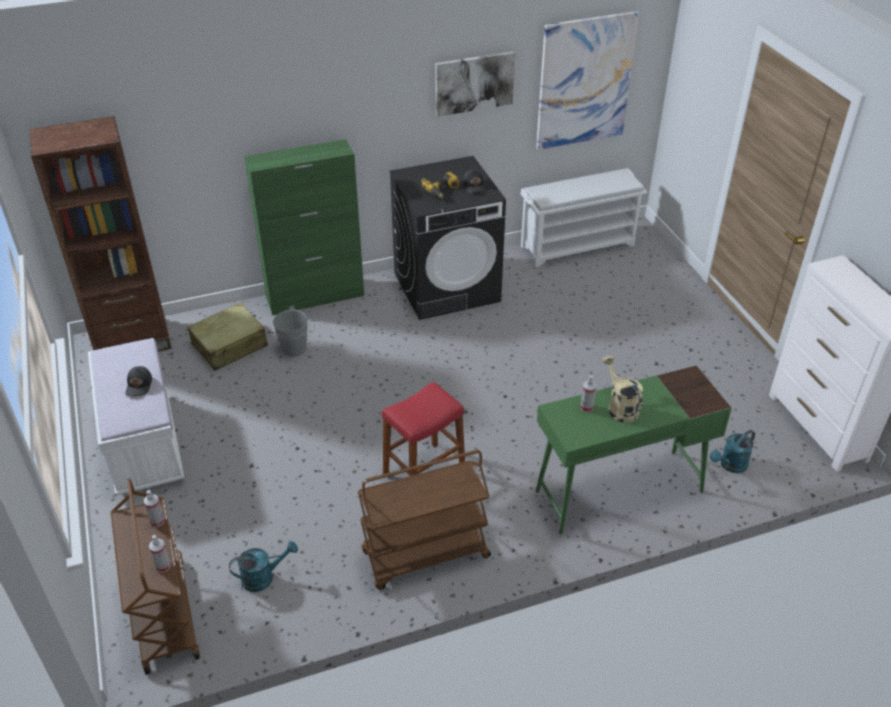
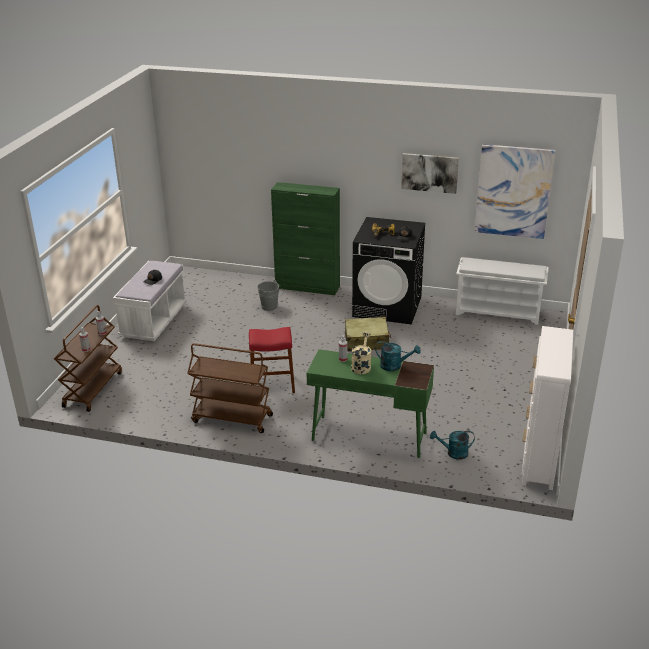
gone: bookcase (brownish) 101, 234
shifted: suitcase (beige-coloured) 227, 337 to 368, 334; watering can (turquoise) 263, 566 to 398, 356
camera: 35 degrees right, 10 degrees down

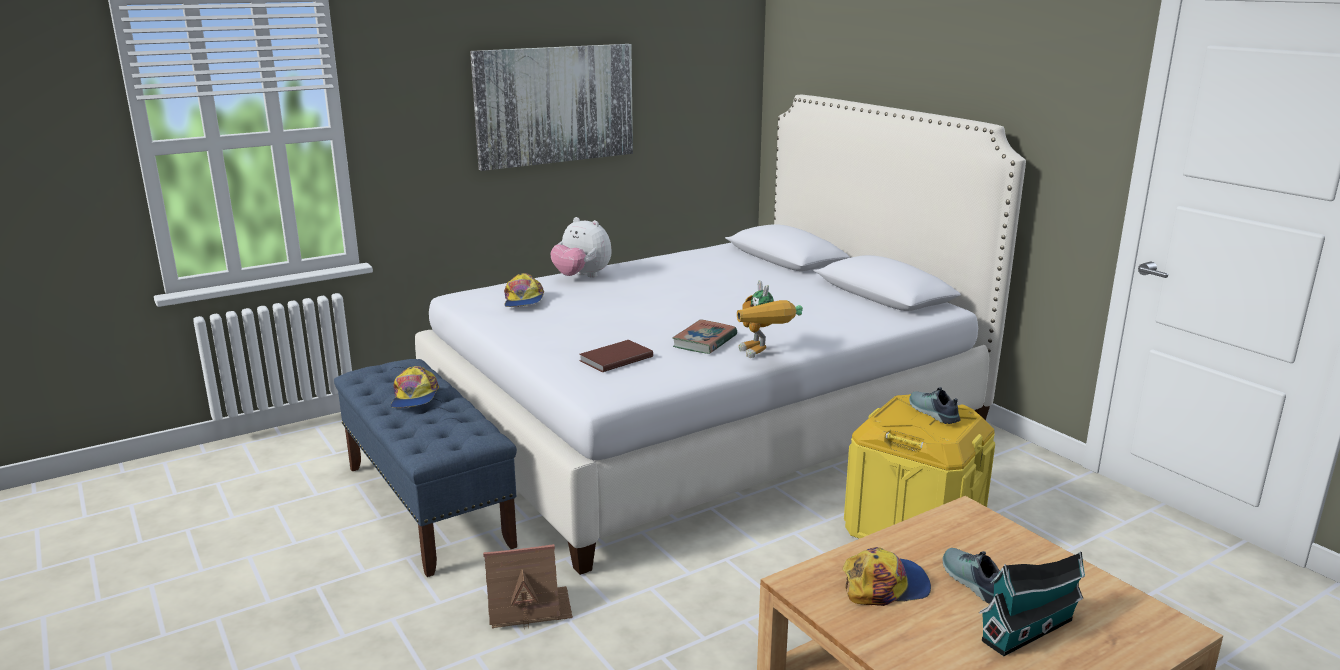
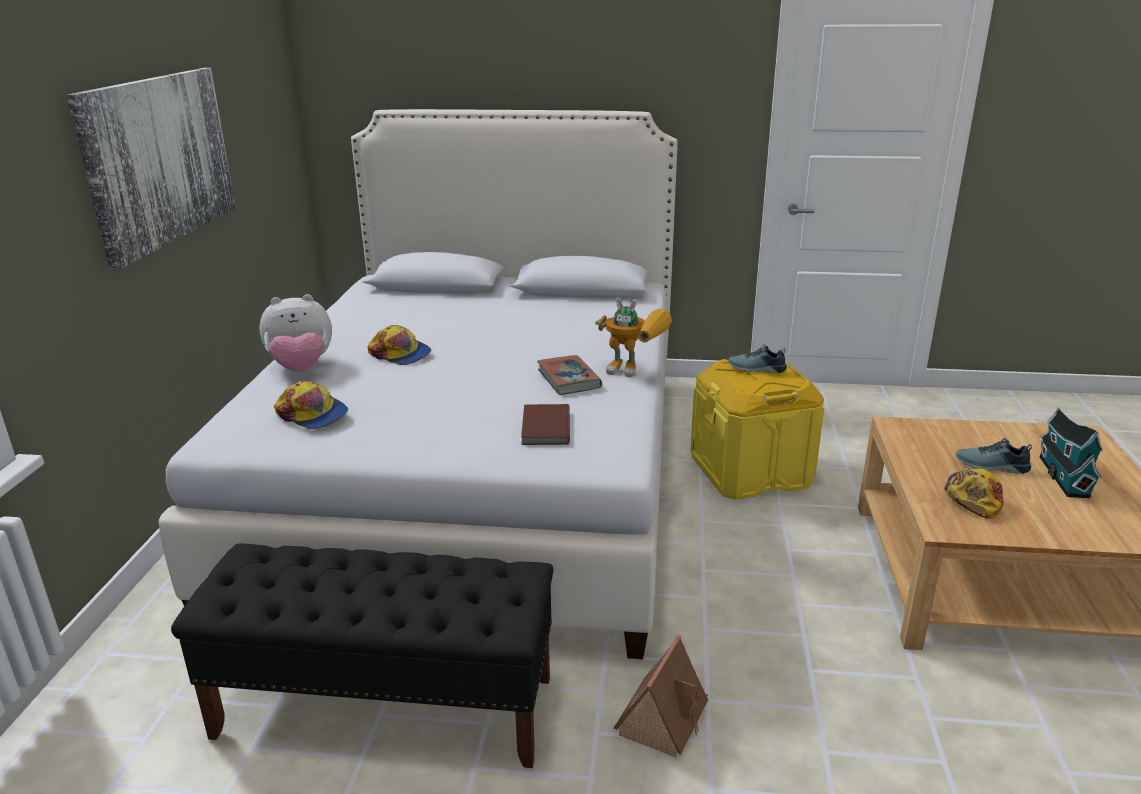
shifted: baseball cap 415, 387 to 399, 345
repainted: bench (blue) 425, 468 to bench (black) 362, 656
camera: 50 degrees left, 5 degrees up

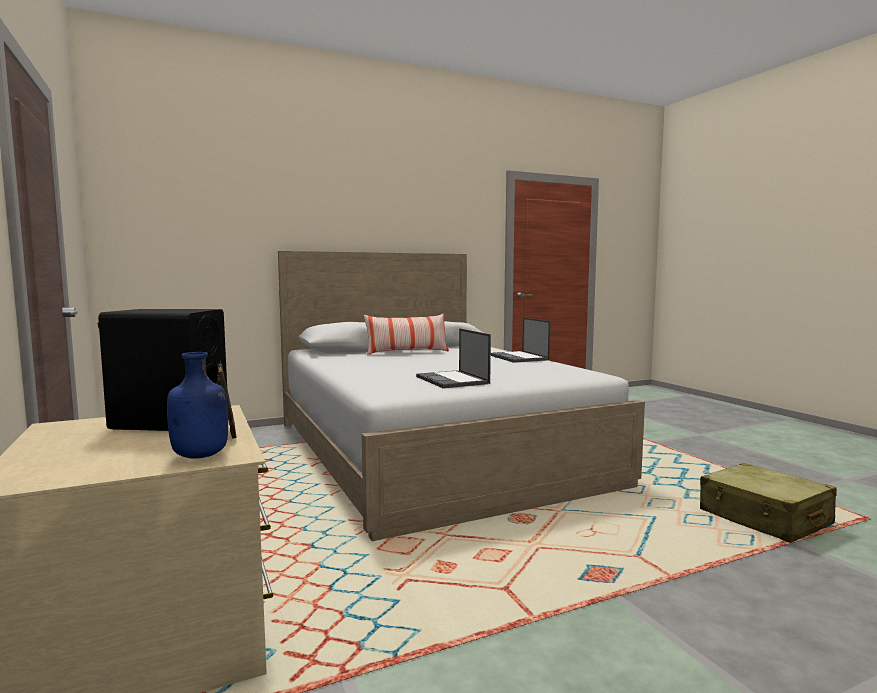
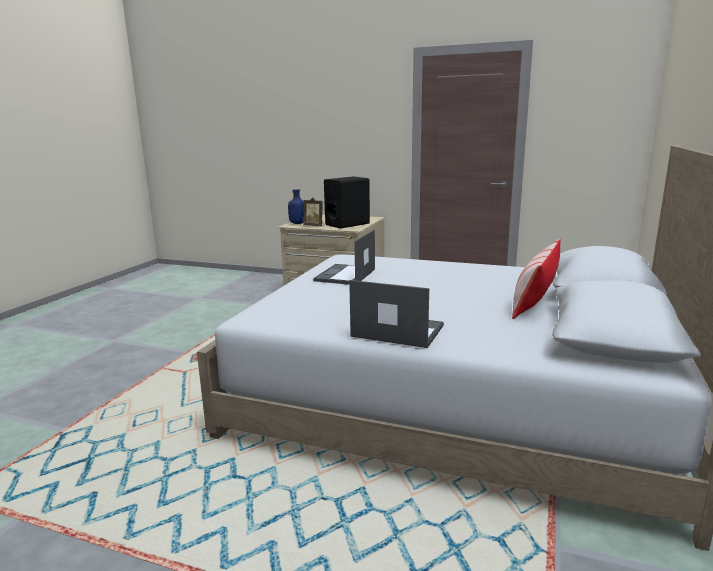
gone: suitcase (beige-coloured) 768, 503
rotated: laptop 453, 358 = 344, 257 90 degrees counterclockwise
camera: 135 degrees right, 10 degrees up

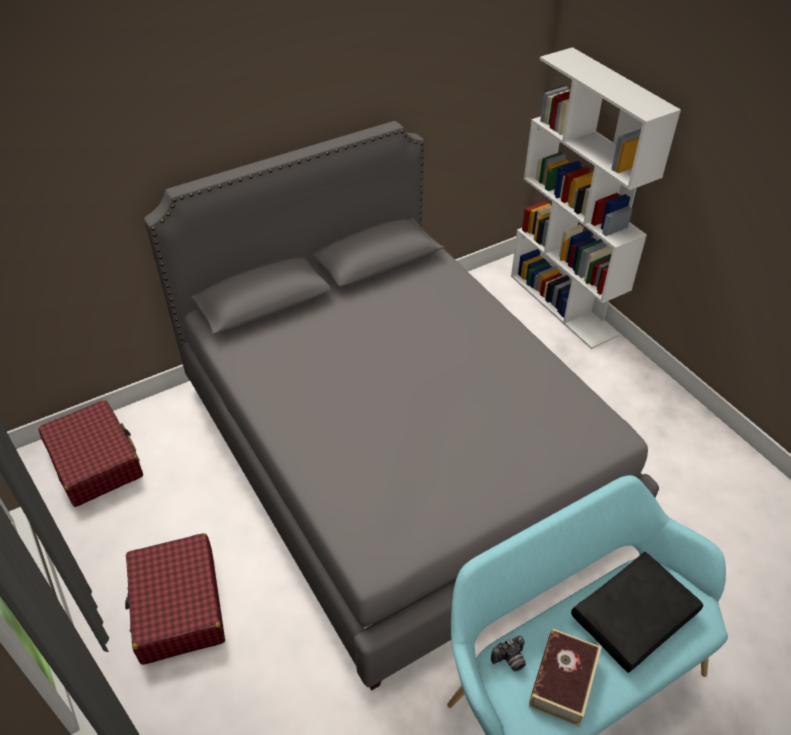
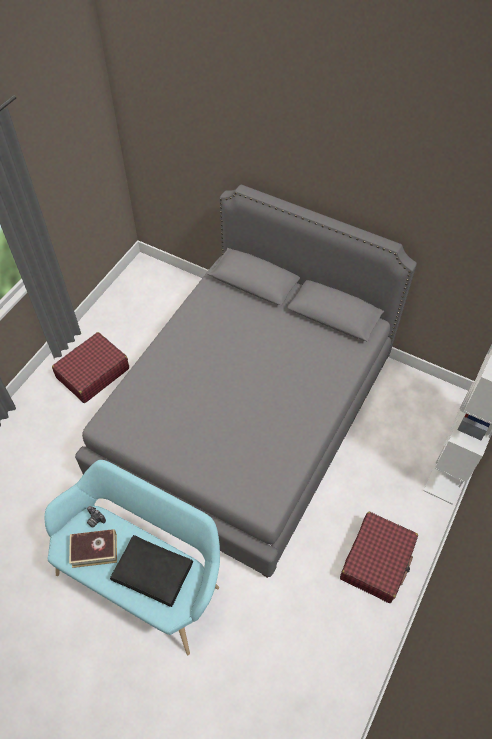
shifted: suitcase (red) 90, 453 to 379, 557
camera: 60 degrees right, 10 degrees up

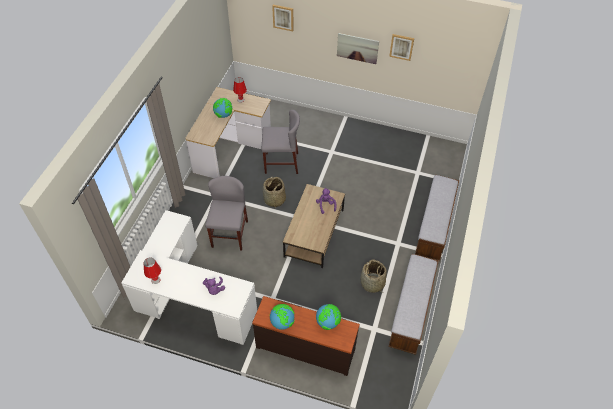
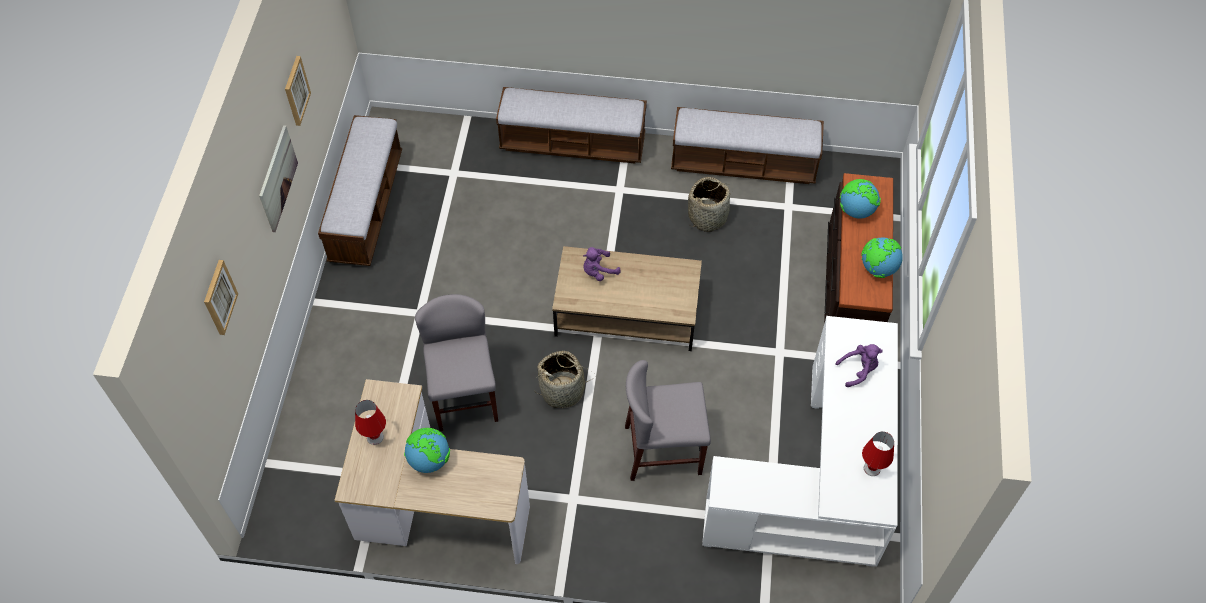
new: bench 360, 190
camera: 100 degrees left, 5 degrees up

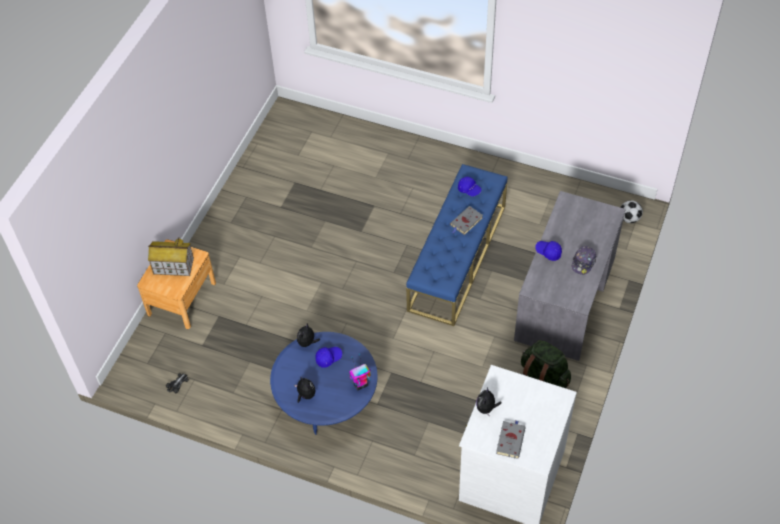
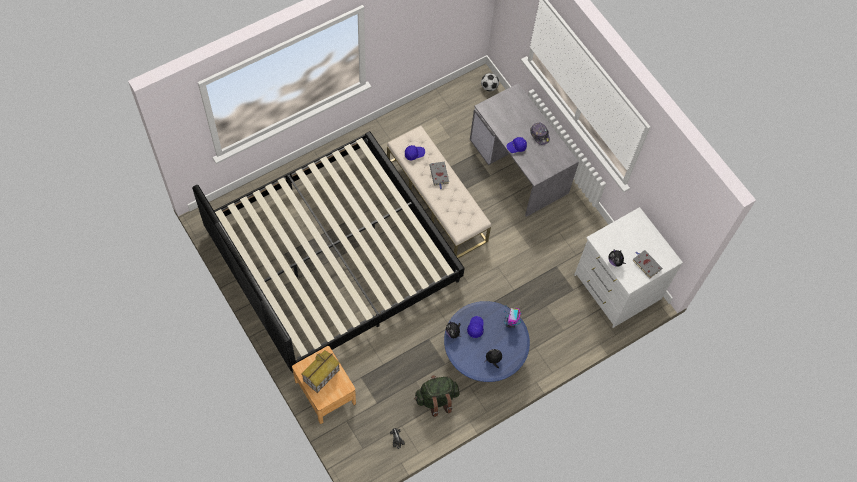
new: sleeping bed 328, 252
shifted: rucksack (green-coloured) 546, 364 to 437, 396
repainted: bench (blue) 457, 245 to bench (beige-coloured) 439, 192
camera: 60 degrees left, 10 degrees up

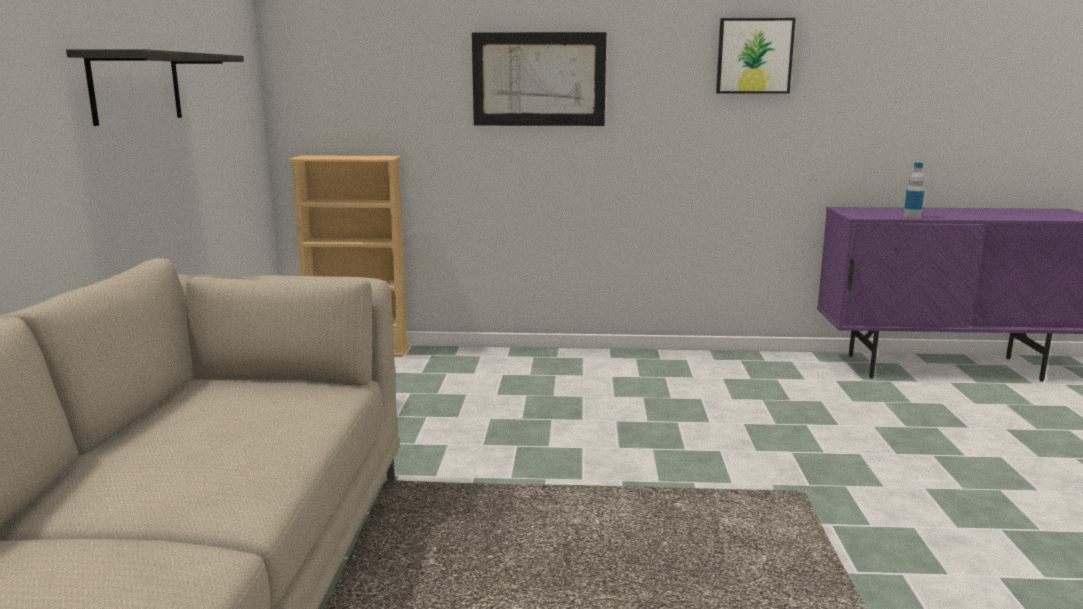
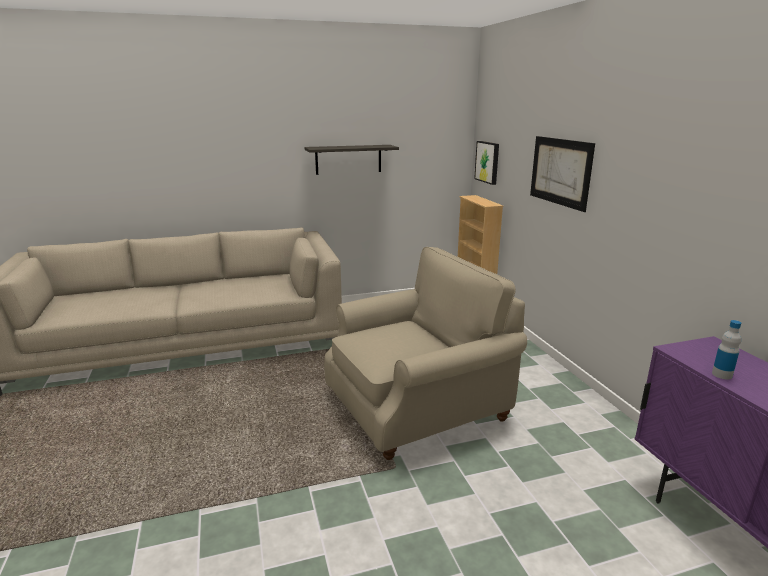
new: lounge chair (beige-coloured) 425, 353
shifted: picture 756, 55 to 486, 163
camera: 70 degrees right, 5 degrees up

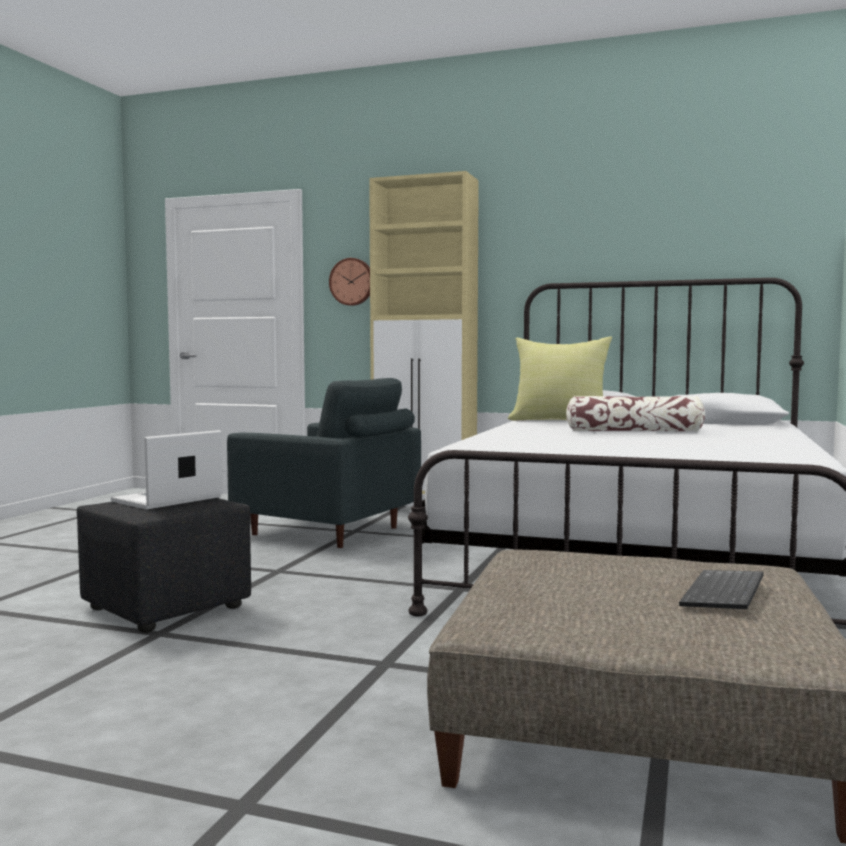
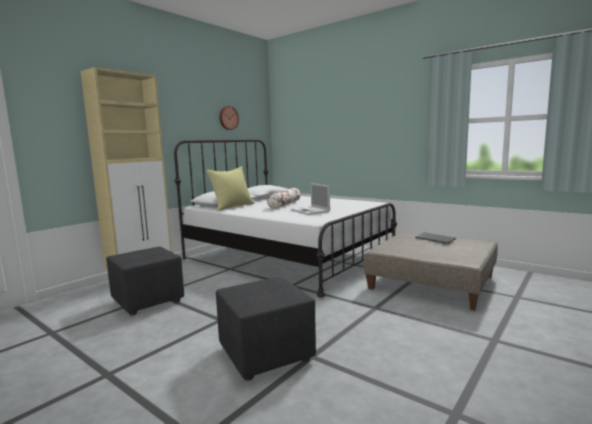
shifted: laptop 167, 469 to 310, 199; wall clock 349, 282 to 229, 118
swapped: lounge chair (gray) 324, 463 to ottoman (black) 145, 281
camera: 70 degrees left, 5 degrees up

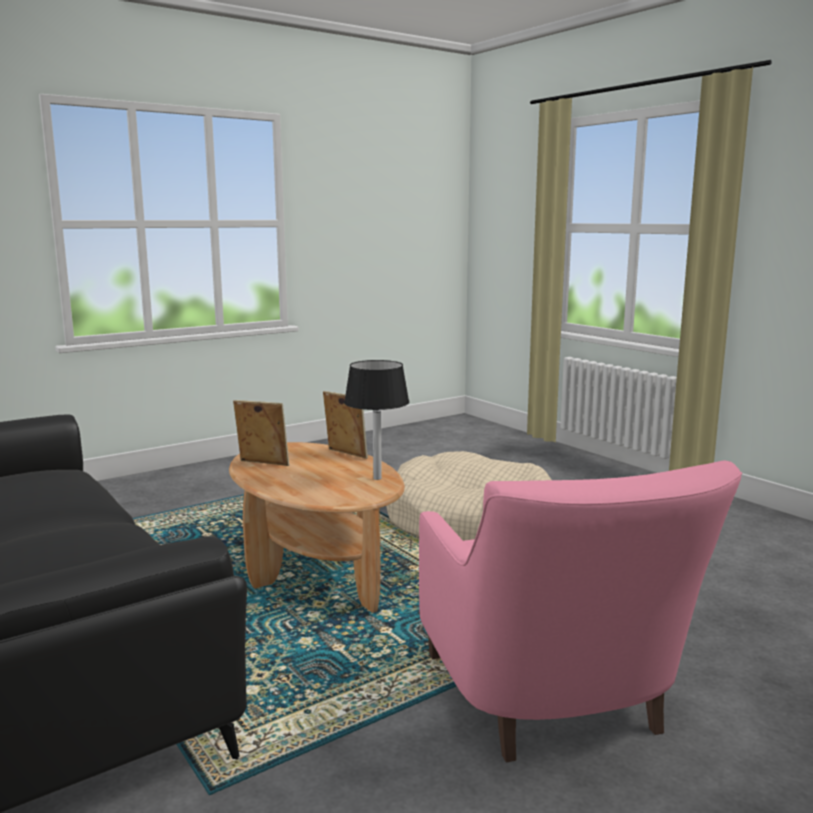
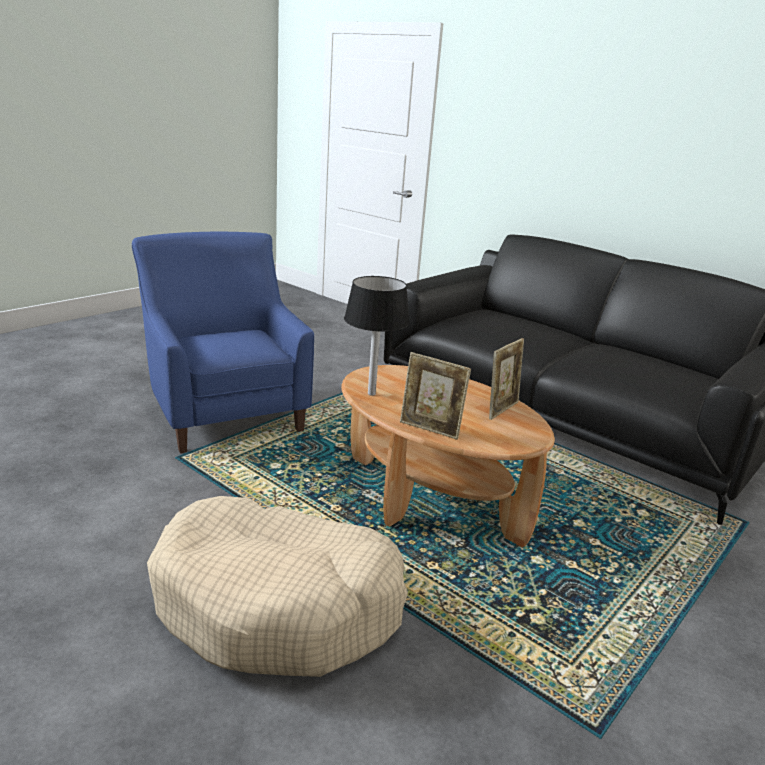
repainted: lounge chair (pinkish) 580, 611 to lounge chair (blue) 223, 342
rotated: standing frame 261, 433 = 506, 379 60 degrees counterclockwise
camera: 165 degrees right, 10 degrees up

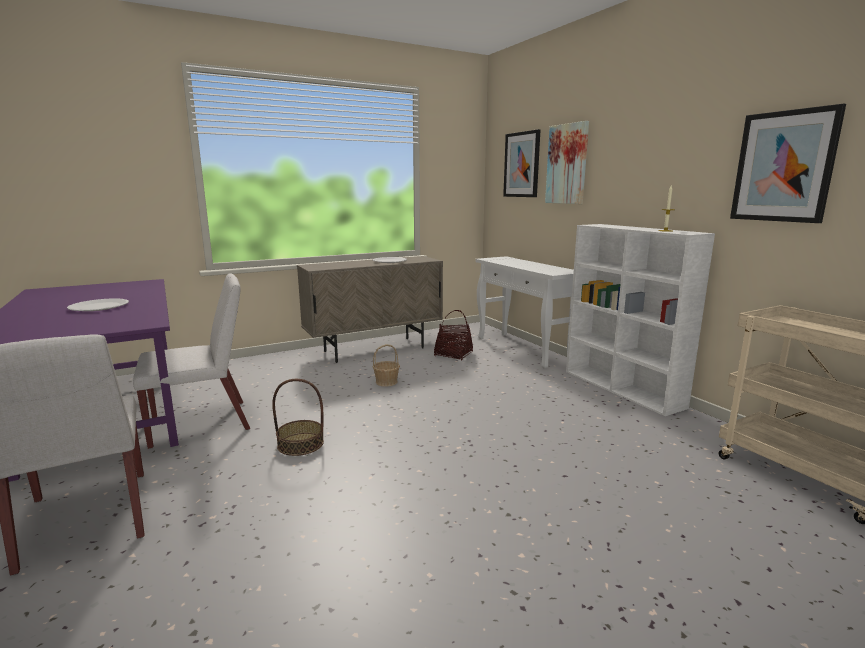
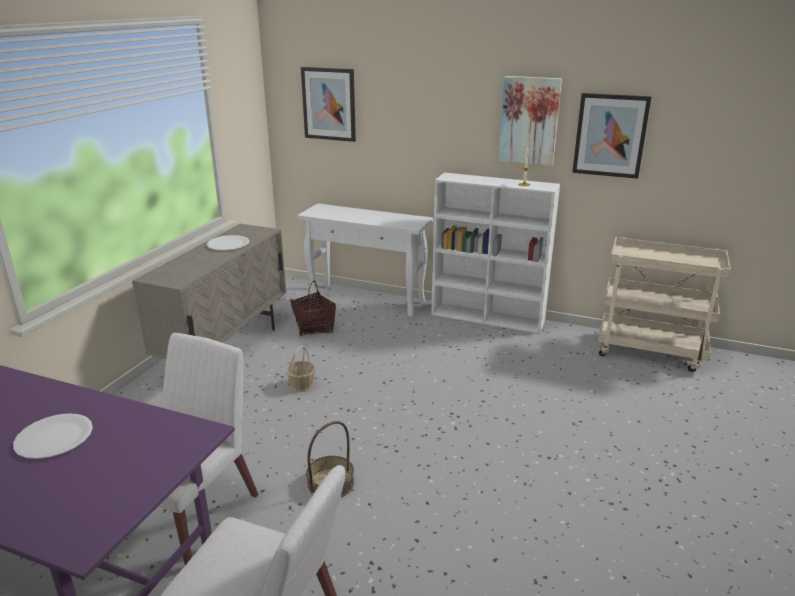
shifted: picture 567, 162 to 530, 121
camera: 40 degrees left, 10 degrees up

